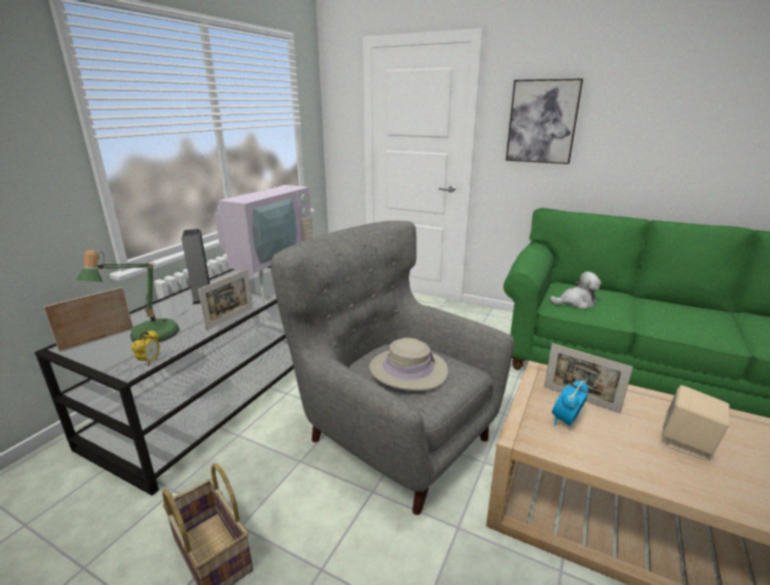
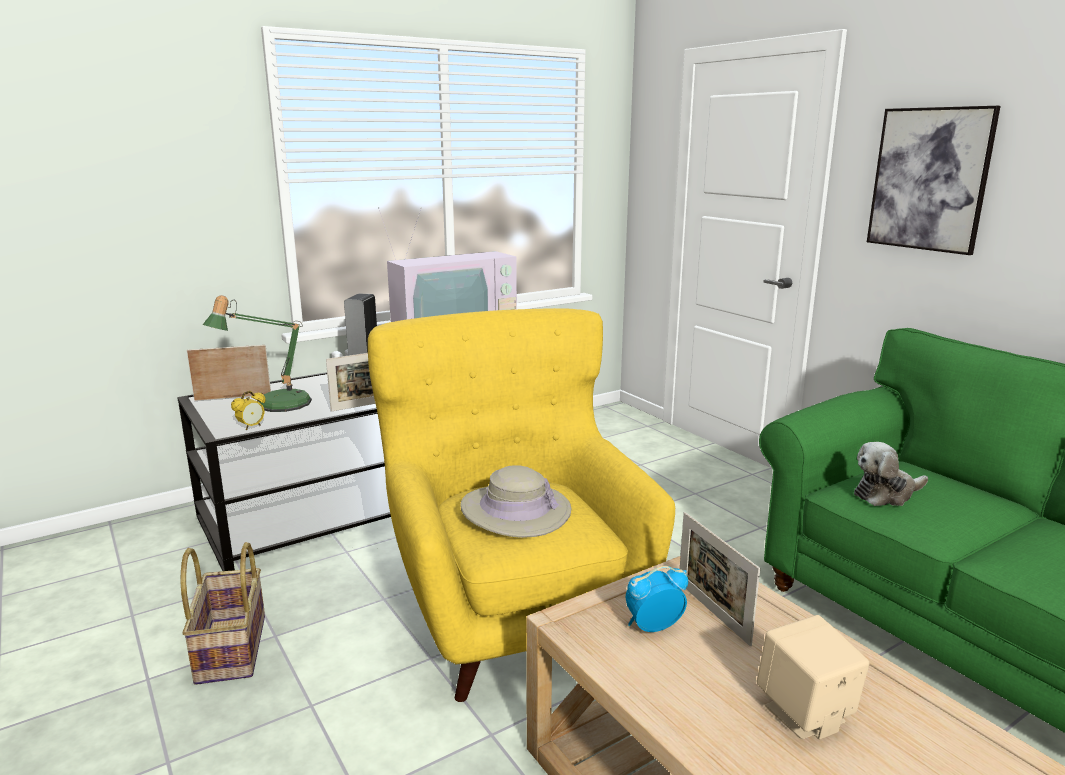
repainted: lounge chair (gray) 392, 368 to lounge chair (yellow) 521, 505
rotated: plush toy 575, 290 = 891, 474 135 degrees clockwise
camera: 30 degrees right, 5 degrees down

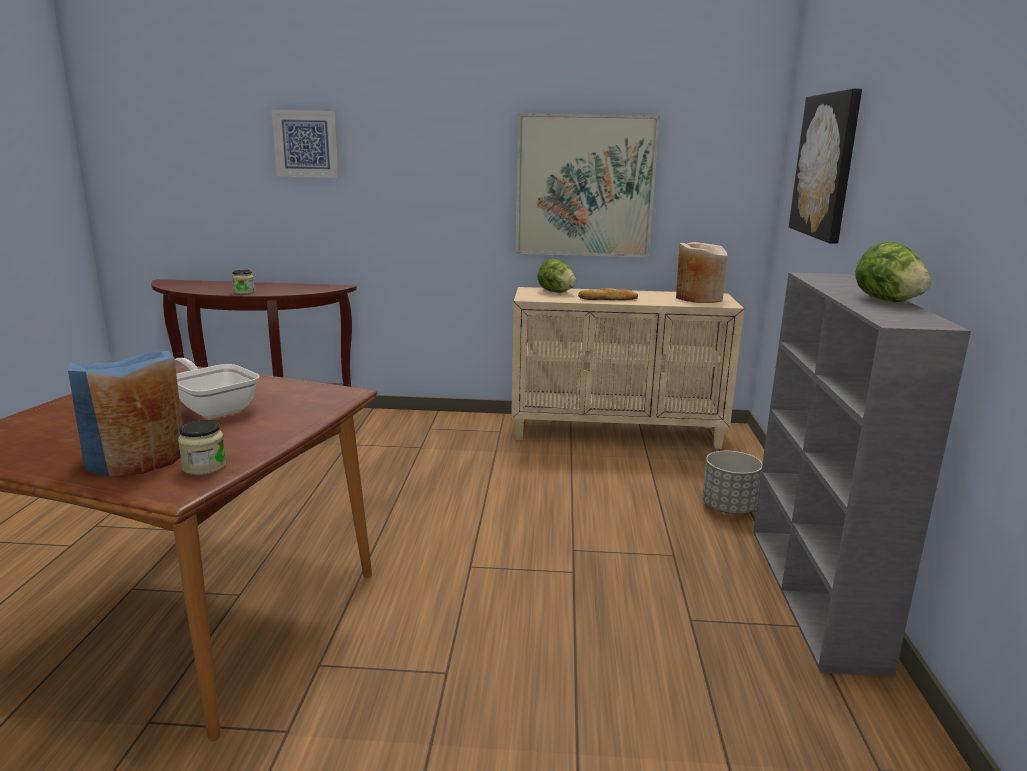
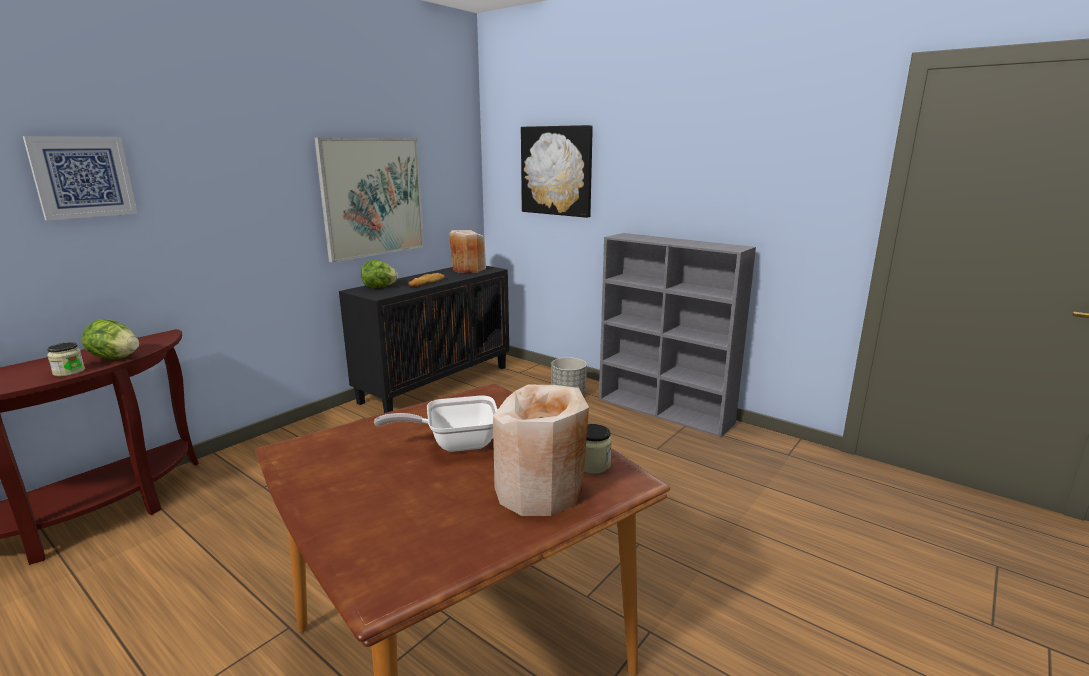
shifted: lettuce 893, 271 to 110, 339
repainted: decorative vase (blue) 125, 414 to decorative vase (beige-coloured) 541, 450; cupboard (beige-coloured) 627, 368 to cupboard (black) 424, 339
camera: 55 degrees left, 0 degrees up

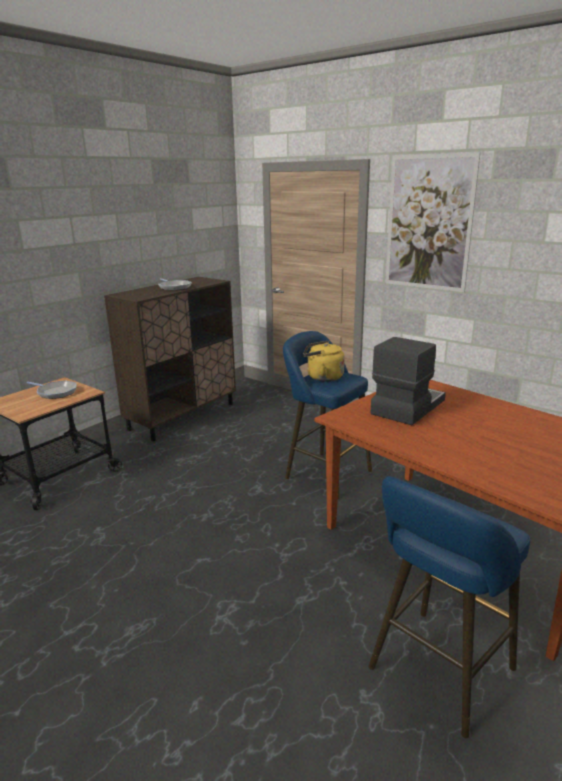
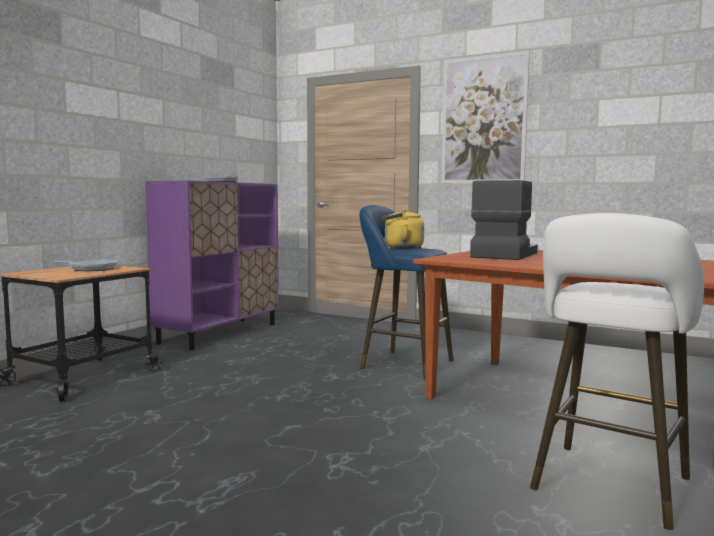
repainted: cupboard (brownish) 170, 359 to cupboard (purple-coloured) 212, 265; stool (blue) 449, 607 to stool (white) 617, 371
camera: 10 degrees left, 15 degrees down

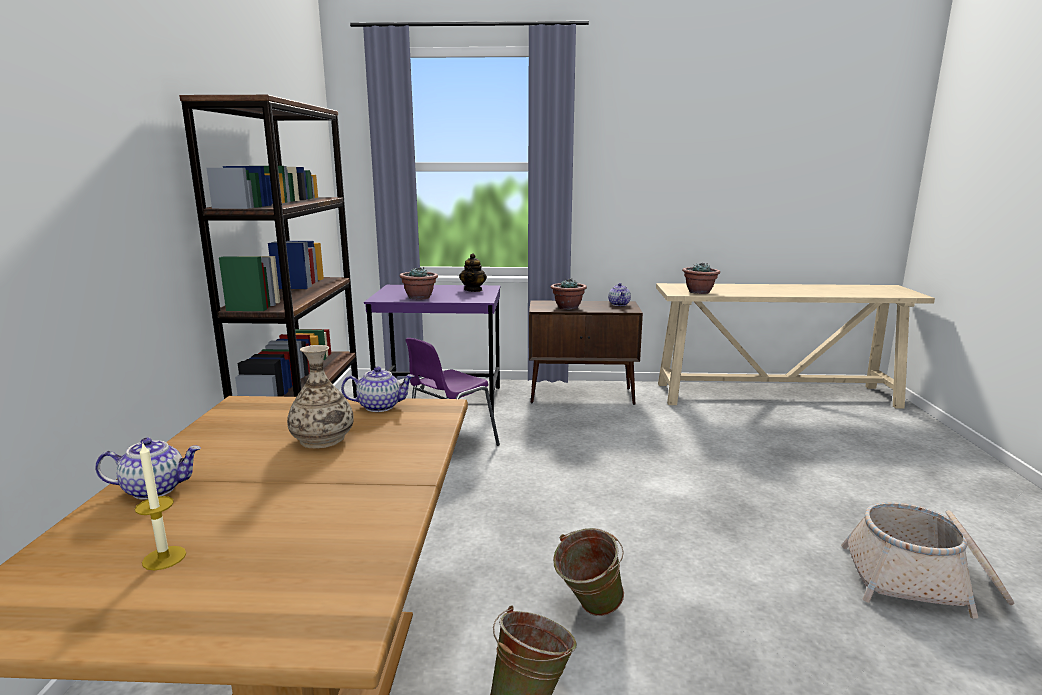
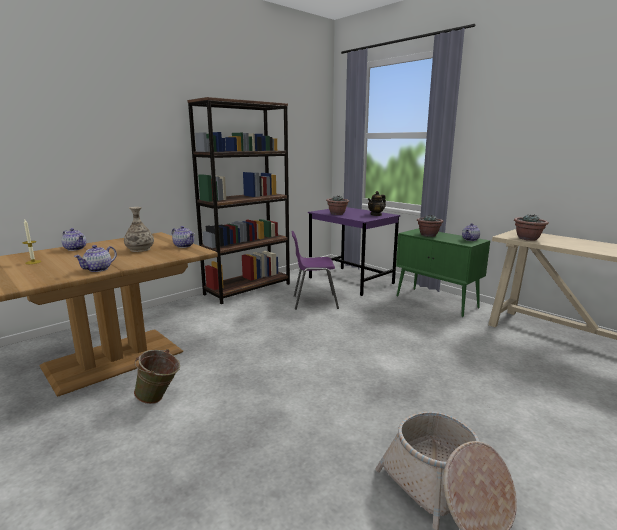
gone: water bucket (green-coloured) 588, 572
new: tea pot 95, 258
repainted: cupboard (brownish) 586, 352 to cupboard (green-coloured) 443, 272
camera: 45 degrees right, 0 degrees up

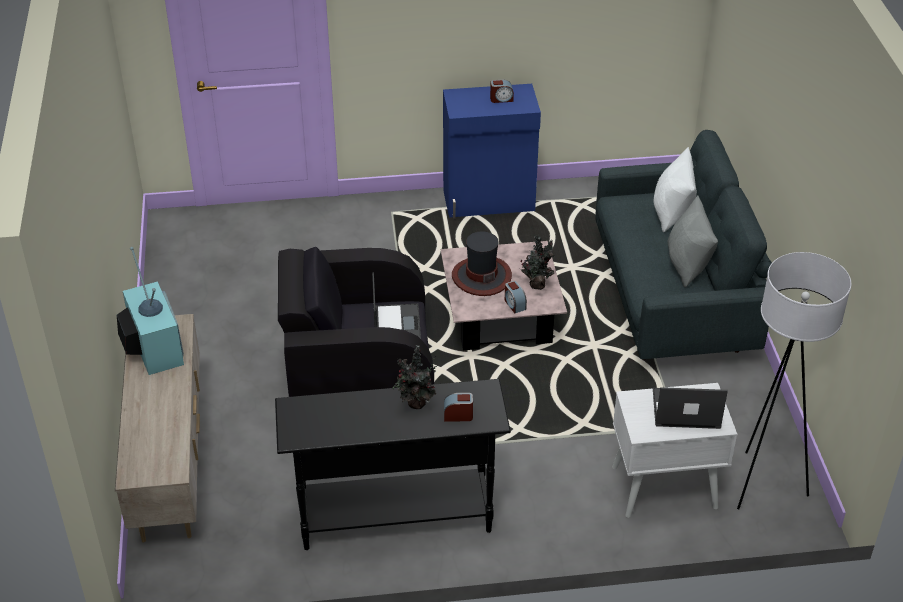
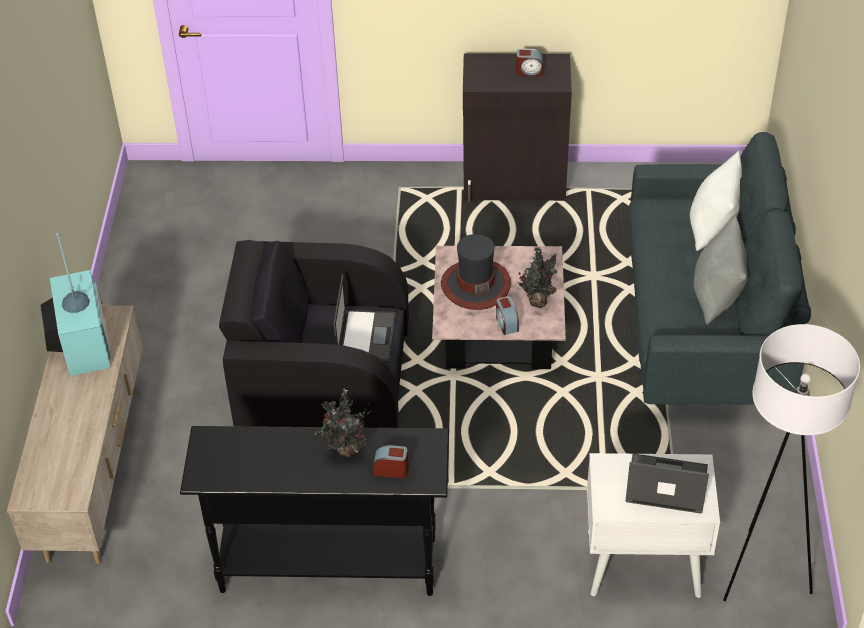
repainted: cupboard (blue) 492, 151 to cupboard (black) 517, 128
camera: 10 degrees right, 5 degrees up

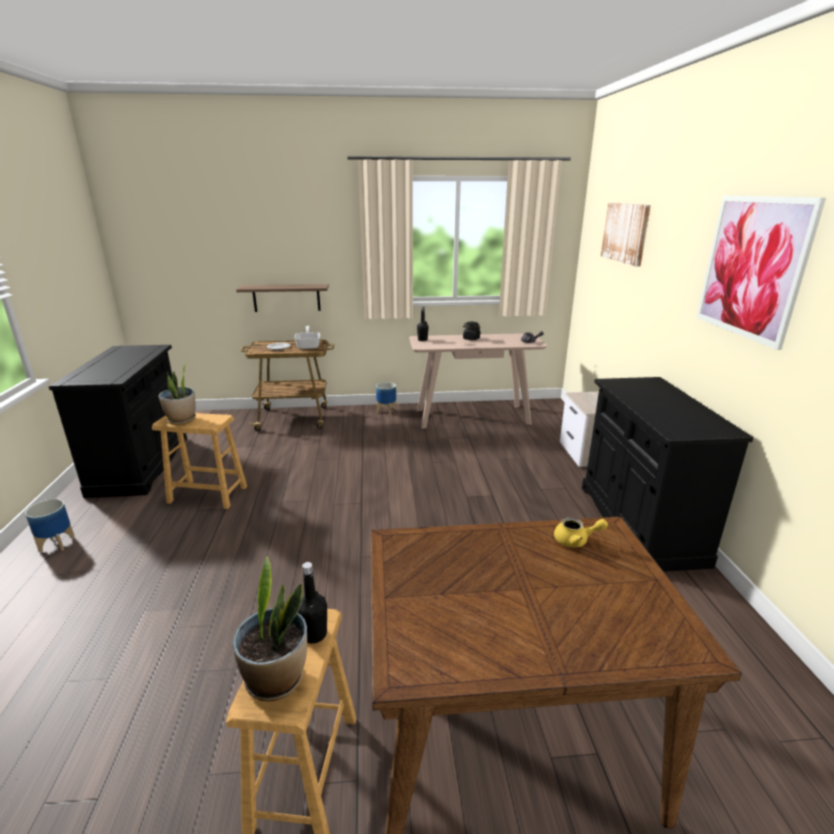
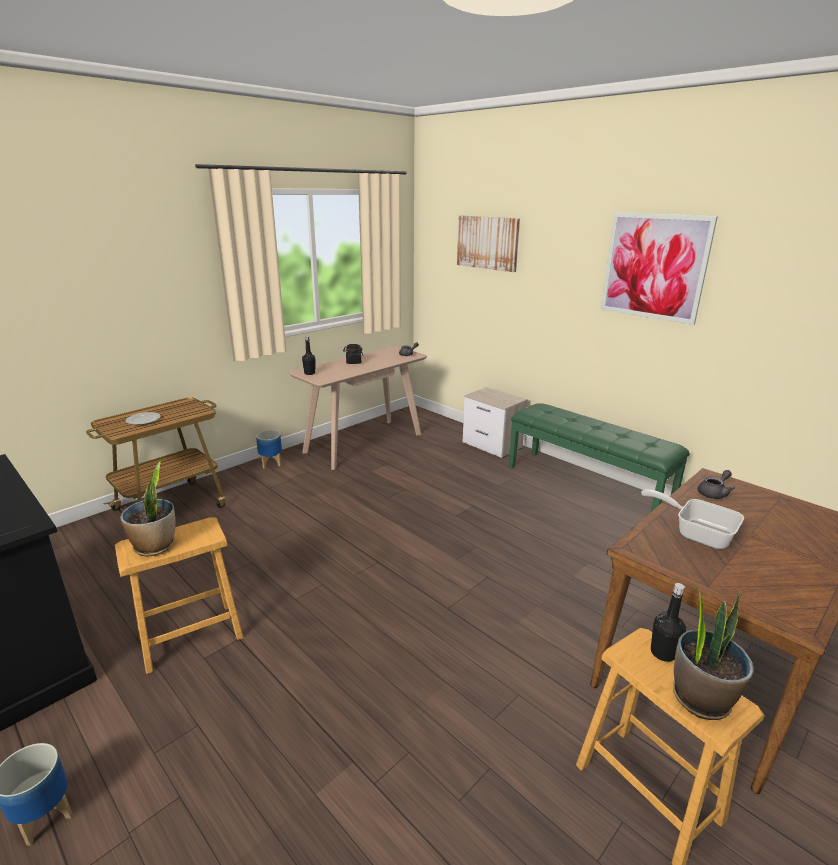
gone: bracket shelf 282, 298
shifted: skillet 307, 337 to 692, 519
swapped: cupboard (black) 668, 474 to bench (green-coloured) 599, 457
repainted: tea pot (yellow) 581, 532 to tea pot (gray) 716, 484
camera: 40 degrees left, 0 degrees up

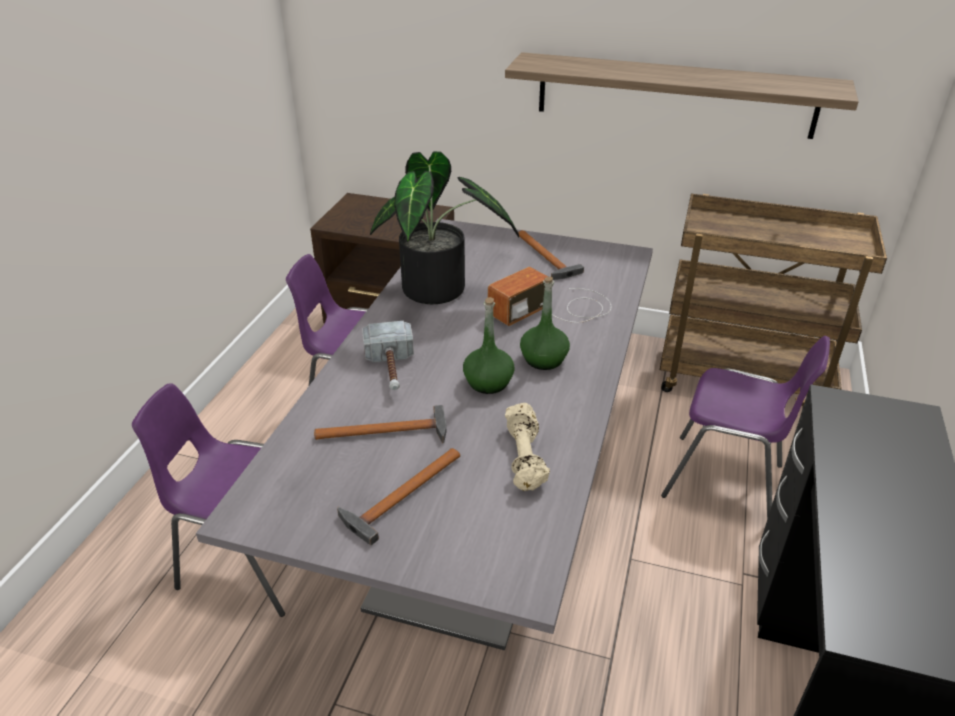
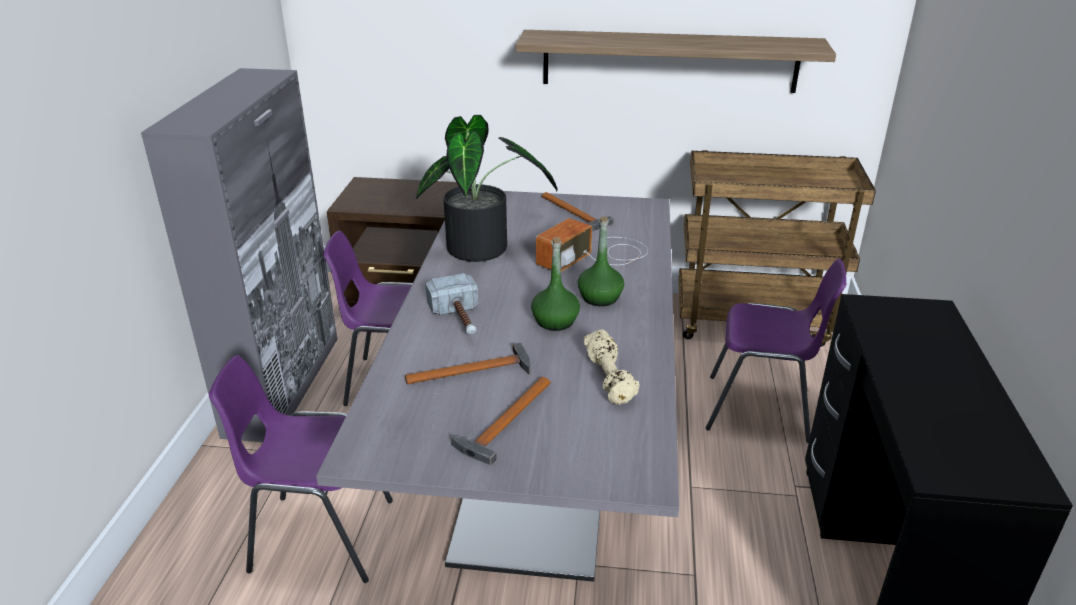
new: cupboard (gray) 239, 255
camera: 10 degrees left, 5 degrees down

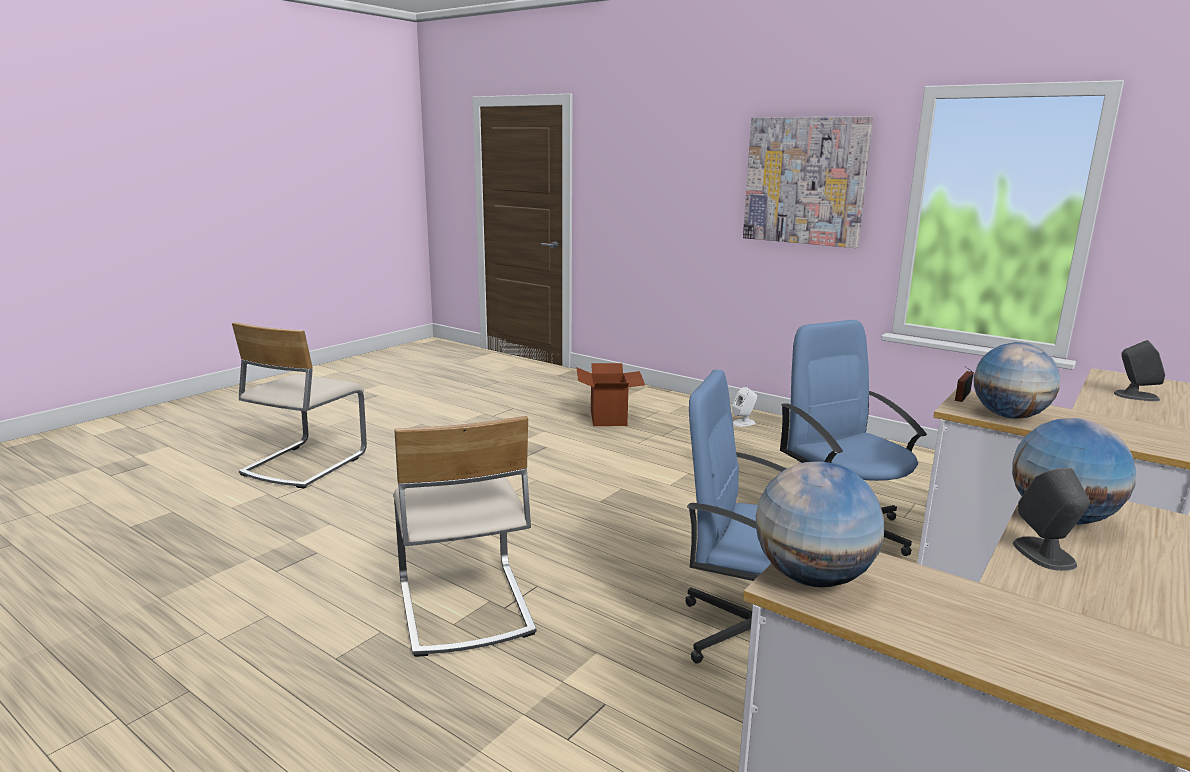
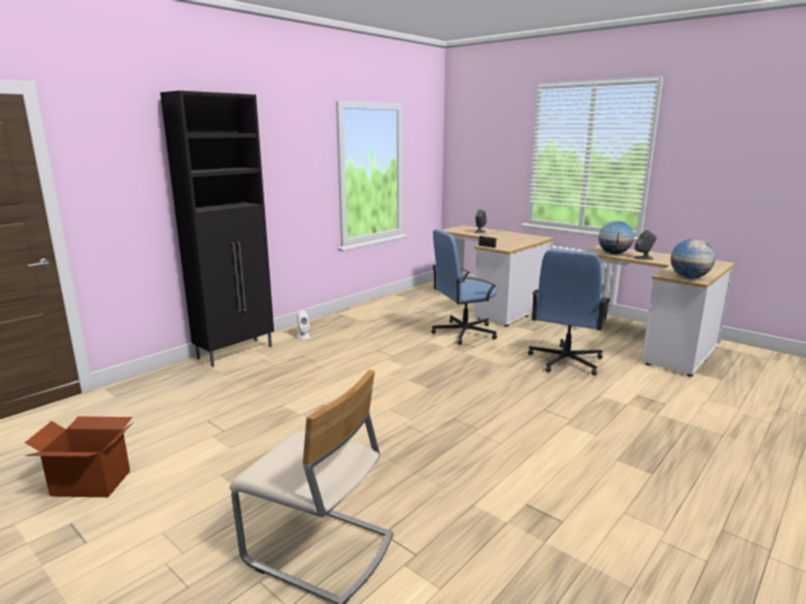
gone: chair (beige-coloured) 464, 536; picture 808, 182; globe 1017, 380
new: cupboard (black) 217, 229
shifted: cardboard box 610, 394 to 79, 456
camera: 85 degrees left, 0 degrees up

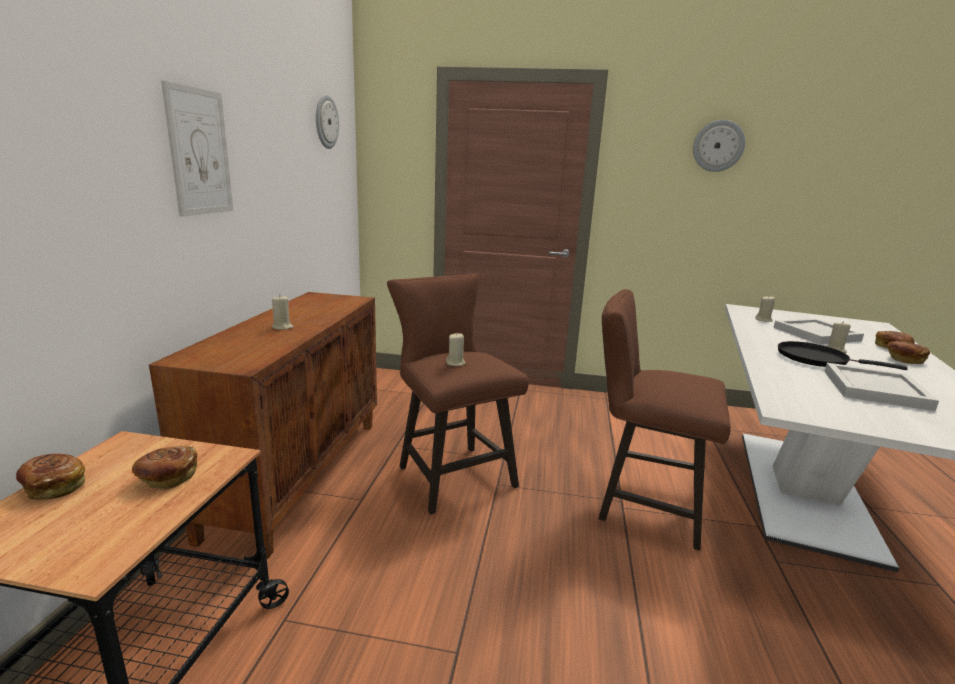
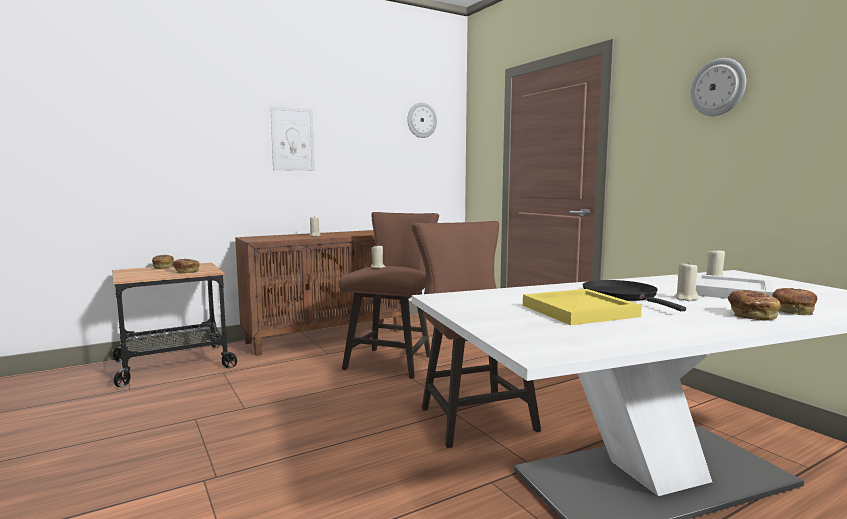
repainted: serving tray (white) 881, 387 to serving tray (yellow) 582, 307
camera: 50 degrees right, 10 degrees down

